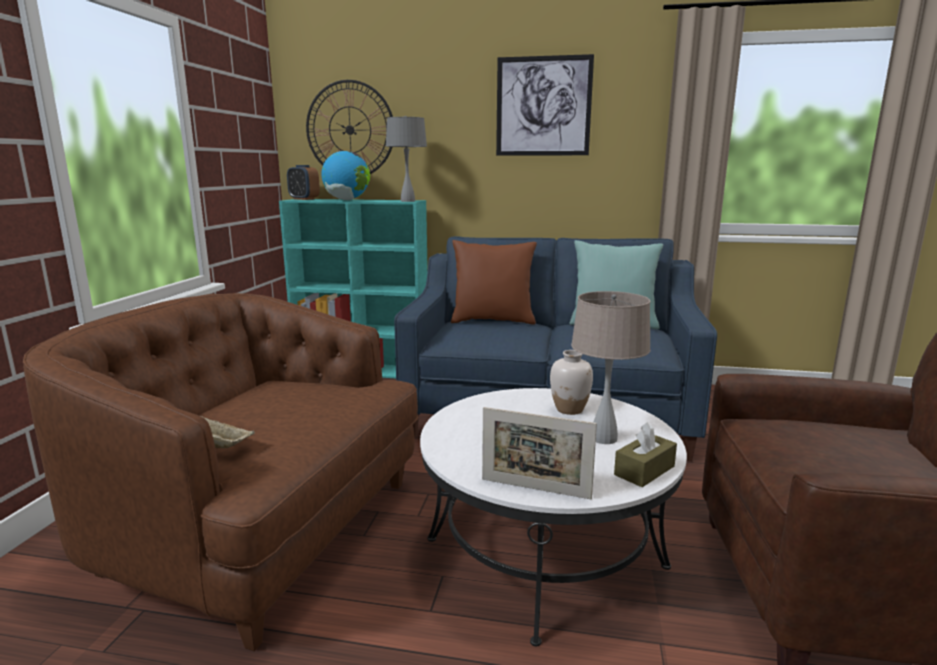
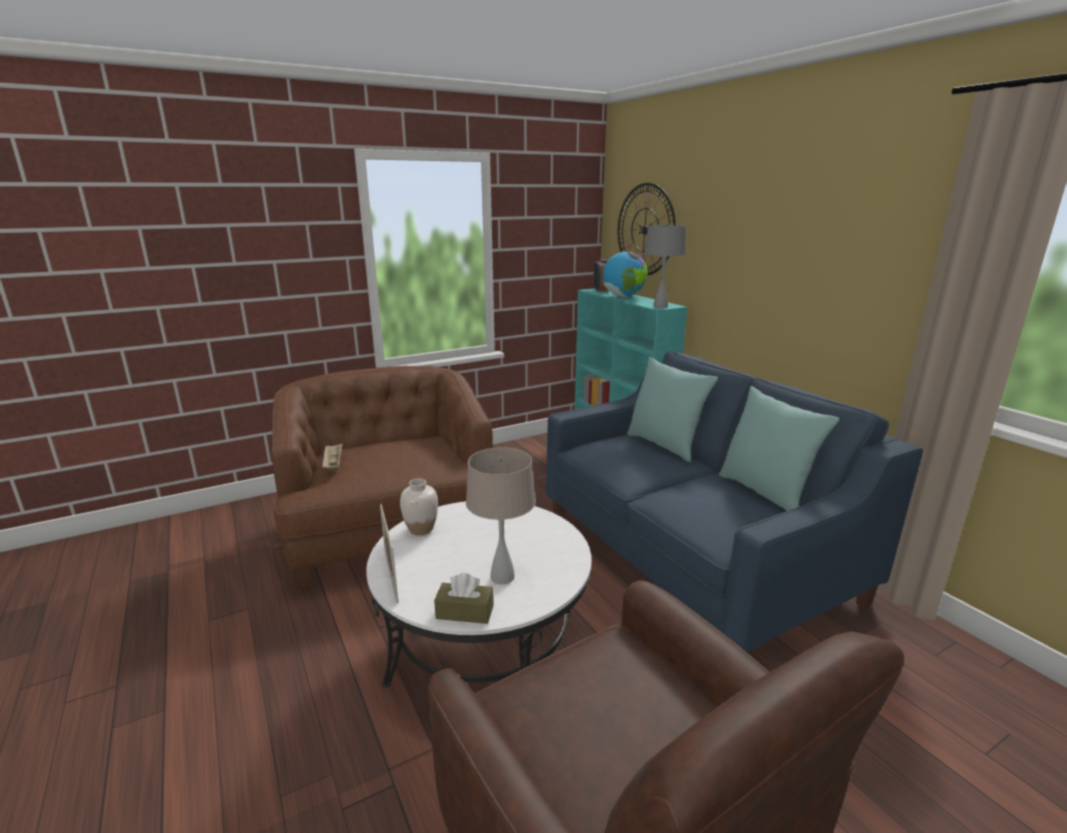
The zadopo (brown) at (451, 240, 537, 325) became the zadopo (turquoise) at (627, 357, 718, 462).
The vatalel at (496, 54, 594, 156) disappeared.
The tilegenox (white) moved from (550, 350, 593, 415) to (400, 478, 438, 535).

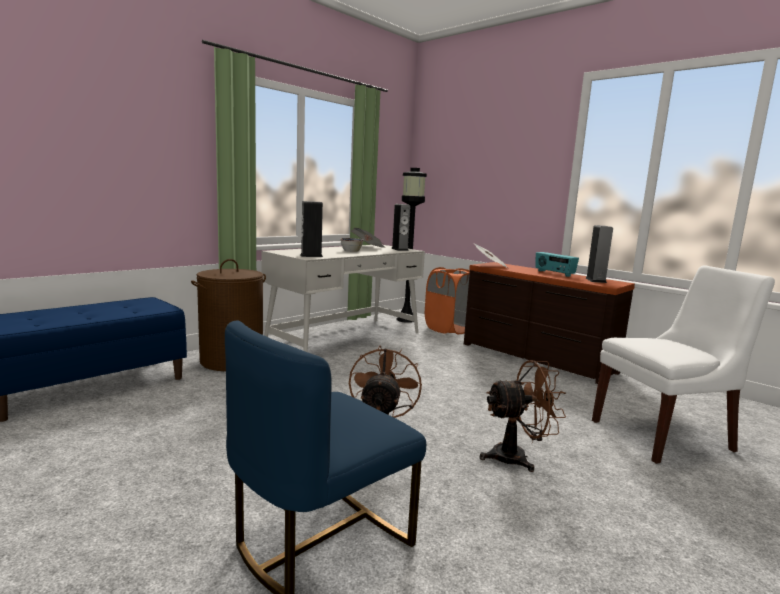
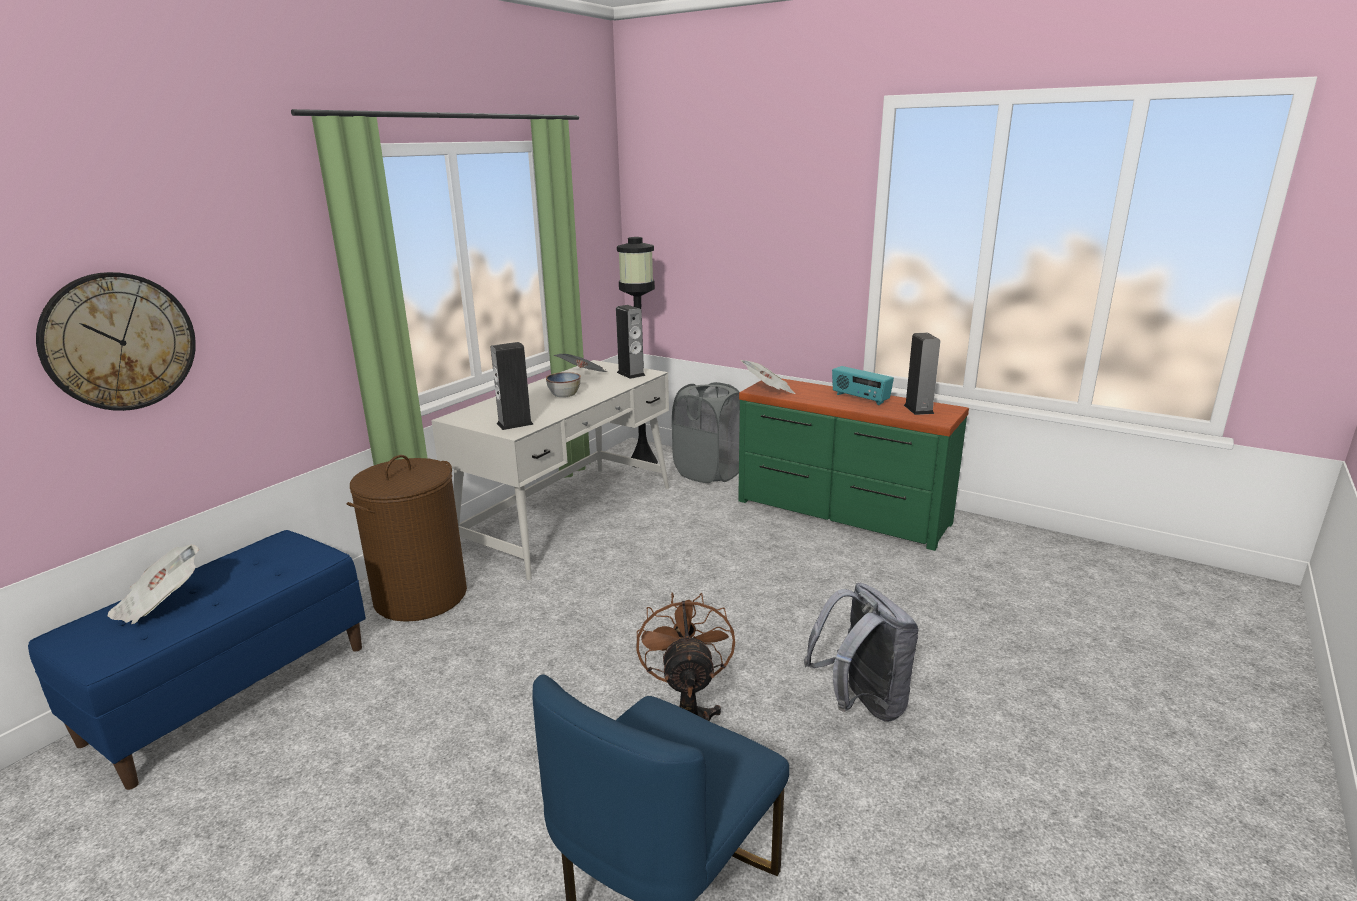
The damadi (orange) at (425, 267, 470, 334) became the damadi (grey) at (672, 382, 740, 483).
The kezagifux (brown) at (464, 262, 635, 384) became the kezagifux (green) at (738, 378, 969, 551).
The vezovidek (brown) at (479, 360, 566, 472) was replaced by the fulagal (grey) at (804, 583, 919, 722).
The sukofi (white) at (592, 265, 775, 464) disappeared.
The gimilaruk at (36, 272, 196, 411) appeared.
The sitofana at (107, 545, 199, 624) appeared.

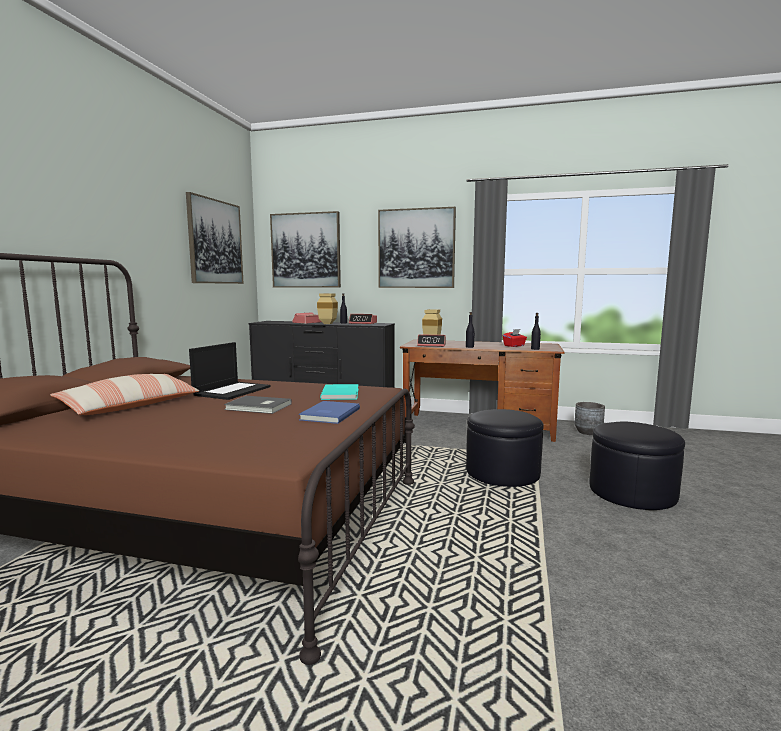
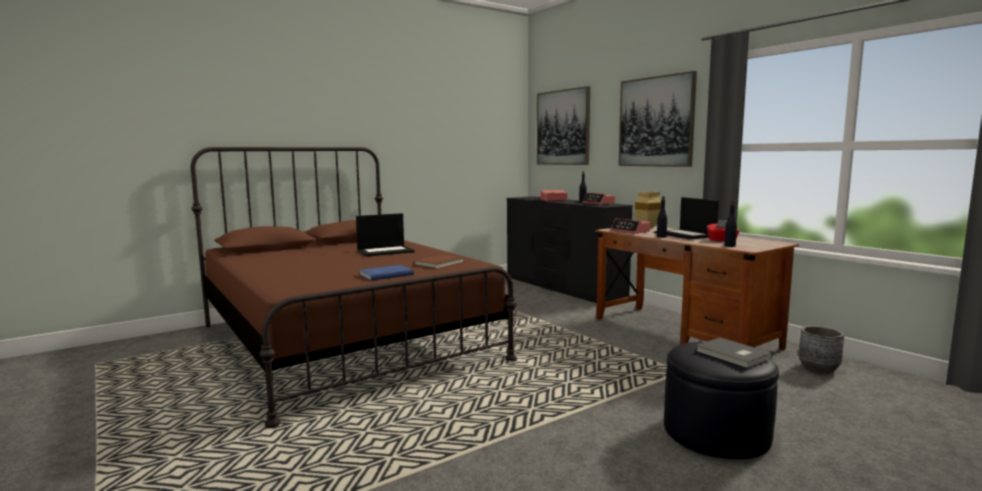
The zadopo at (50, 374, 199, 415) disappeared.
The vatalel at (186, 192, 244, 284) disappeared.
The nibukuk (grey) moved from (224, 396, 292, 414) to (696, 338, 772, 368).
The tilegenox (beige) at (317, 293, 338, 324) disappeared.
The nibukuk (turquoise) at (320, 384, 358, 400) became the nibukuk (brown) at (414, 255, 464, 269).
The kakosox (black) at (466, 409, 544, 487) disappeared.
The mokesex at (654, 197, 719, 239) appeared.

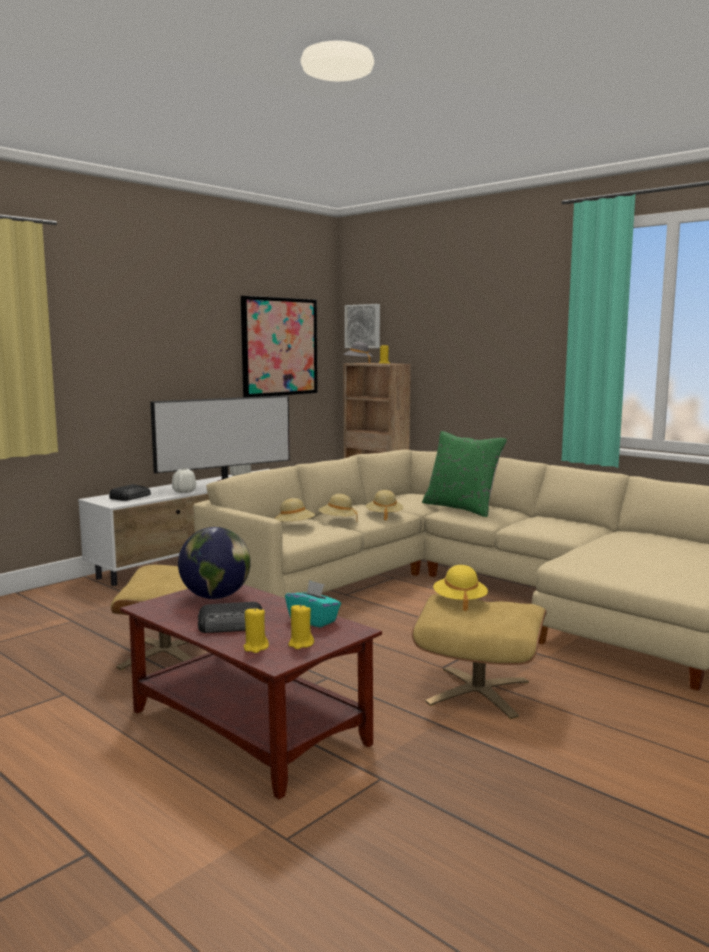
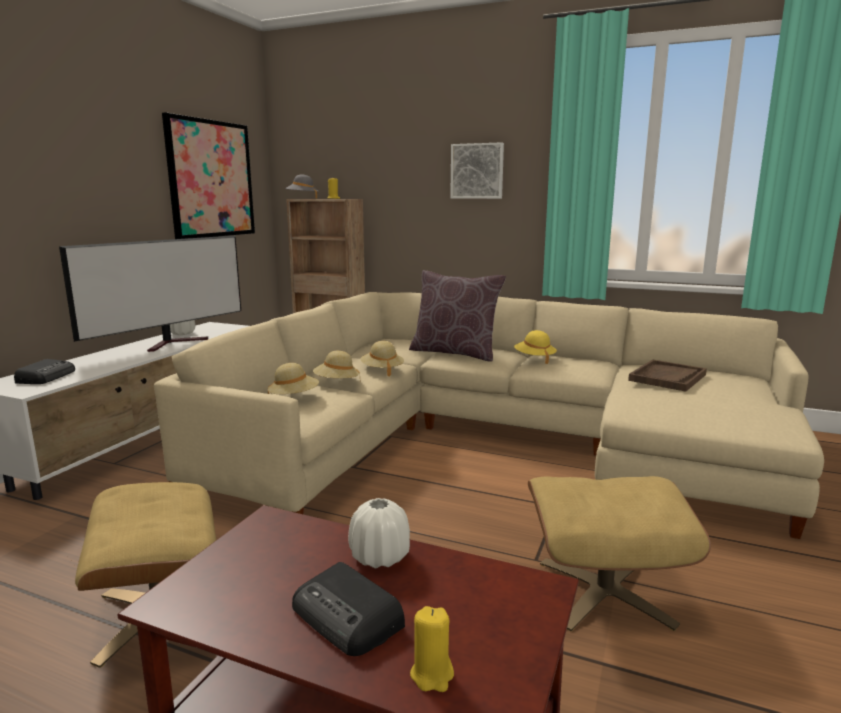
The tilegenox (white) moved from (172, 468, 196, 493) to (348, 498, 410, 569).
The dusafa at (178, 527, 251, 599) disappeared.
The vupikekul at (198, 602, 263, 633) turned 75 degrees clockwise.
The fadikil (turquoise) at (285, 580, 341, 628) disappeared.
The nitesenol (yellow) at (288, 604, 314, 649) disappeared.
The vatalel moved from (345, 304, 380, 348) to (450, 142, 504, 199).
The zadopo (green) at (422, 431, 507, 517) became the zadopo (brown) at (409, 270, 506, 362).
The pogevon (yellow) moved from (433, 565, 488, 611) to (514, 330, 557, 364).
The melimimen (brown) at (628, 360, 707, 392) appeared.

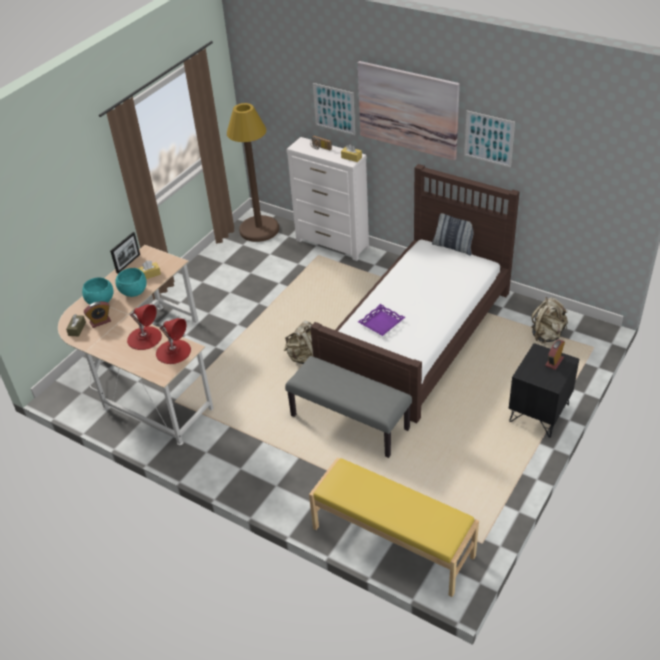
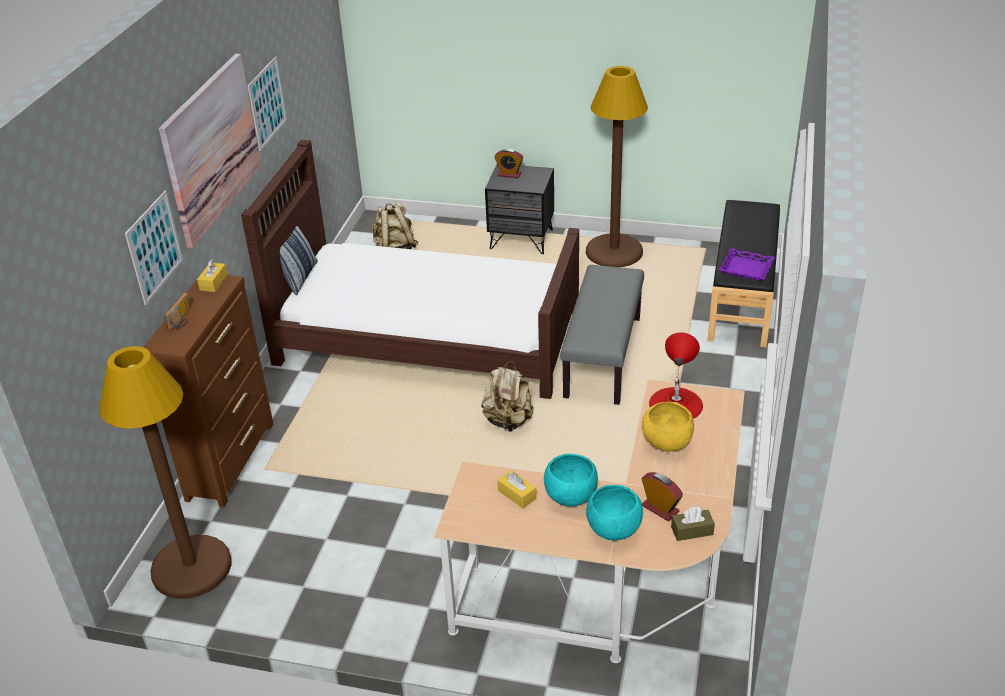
The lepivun at (110, 232, 140, 273) disappeared.
The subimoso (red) at (127, 304, 162, 350) was replaced by the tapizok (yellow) at (642, 402, 694, 452).
The kezagifux (white) at (286, 137, 369, 261) became the kezagifux (brown) at (144, 275, 273, 508).
The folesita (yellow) at (309, 458, 479, 597) became the folesita (black) at (707, 200, 781, 347).
The melimimen (purple) moved from (358, 304, 405, 336) to (719, 248, 775, 281).
The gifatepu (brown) at (586, 66, 648, 267) appeared.

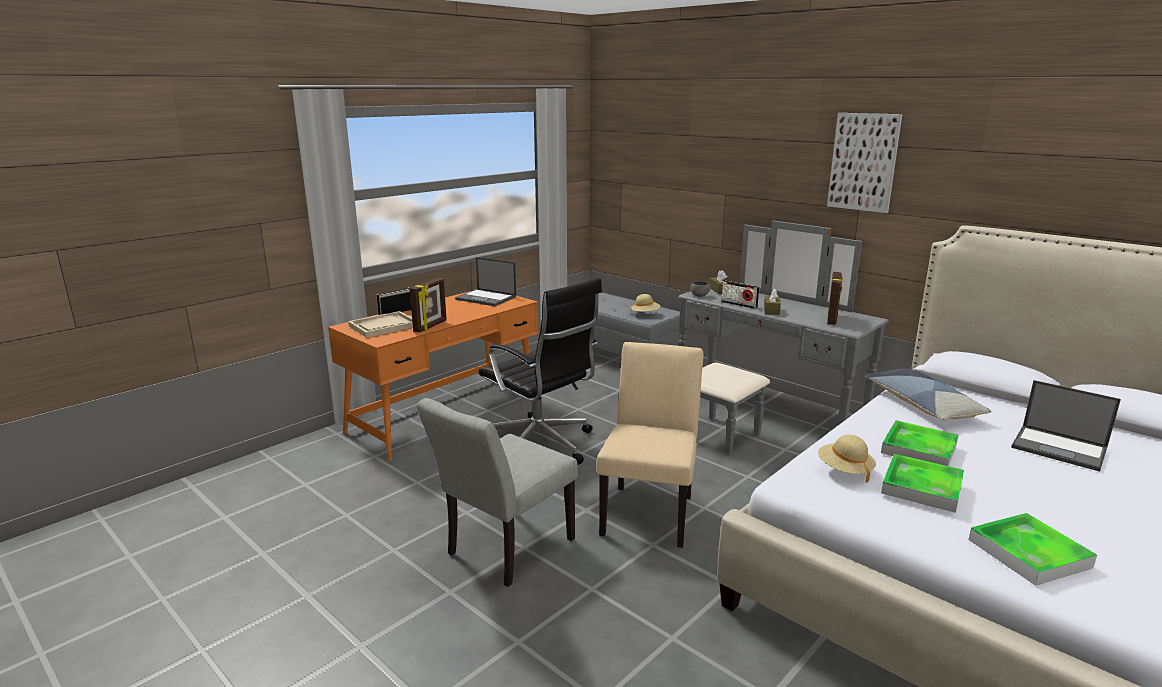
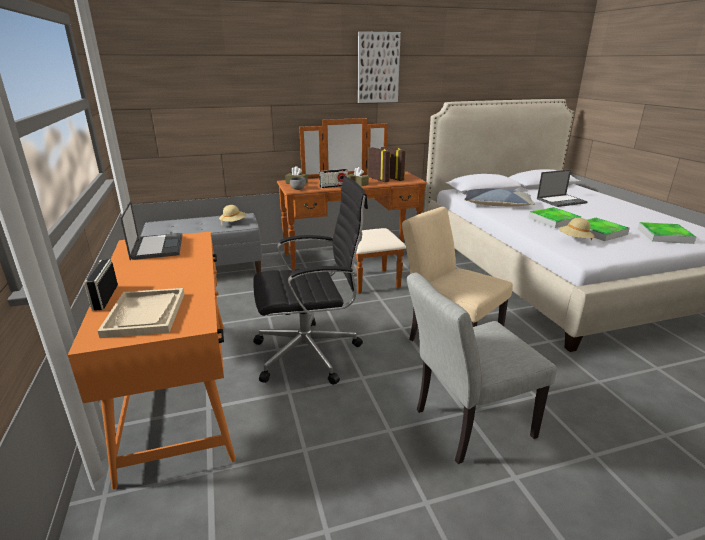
The lepivun moved from (410, 278, 447, 333) to (368, 147, 391, 182).
The sukofi (grey) at (417, 398, 578, 587) turned 90 degrees clockwise.
The mokesex at (455, 257, 517, 306) turned 75 degrees counterclockwise.
The kezagifux (grey) at (678, 221, 889, 455) became the kezagifux (brown) at (277, 118, 427, 294).

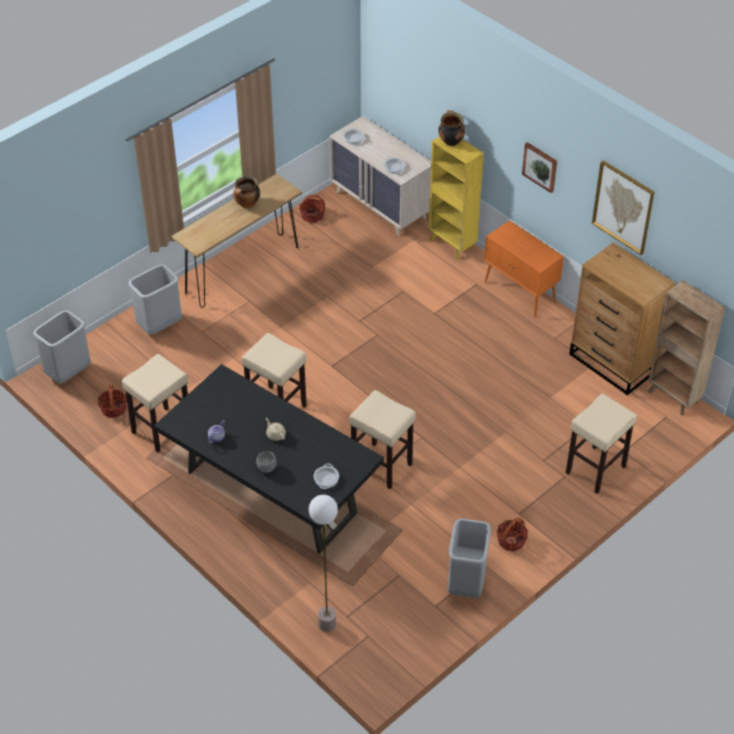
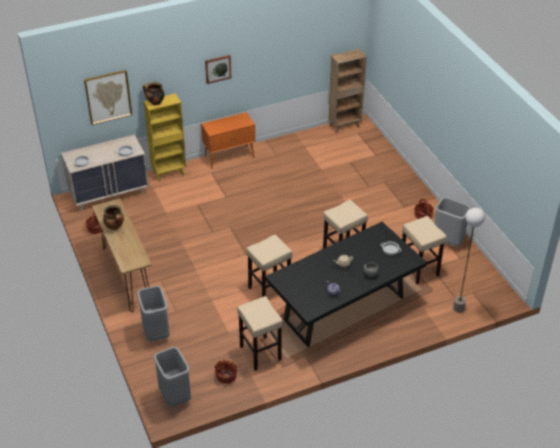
The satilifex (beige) moved from (566, 393, 637, 494) to (402, 216, 447, 284).
The kezagifux (brown) at (569, 243, 675, 396) disappeared.
The vatalel moved from (592, 161, 654, 255) to (84, 70, 132, 125).

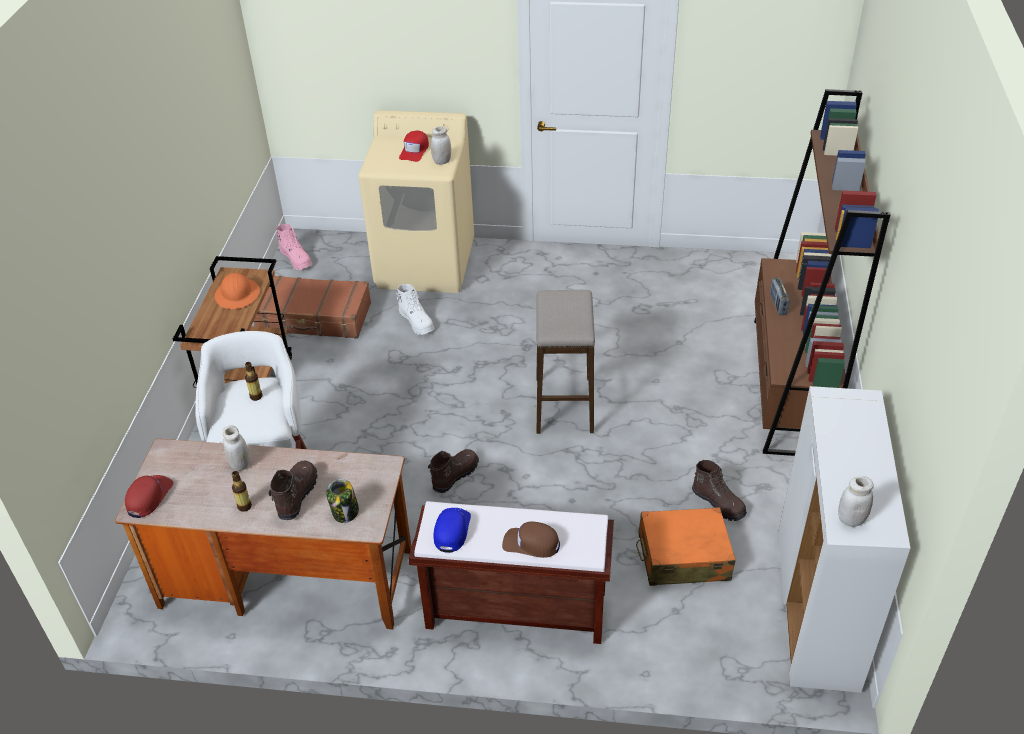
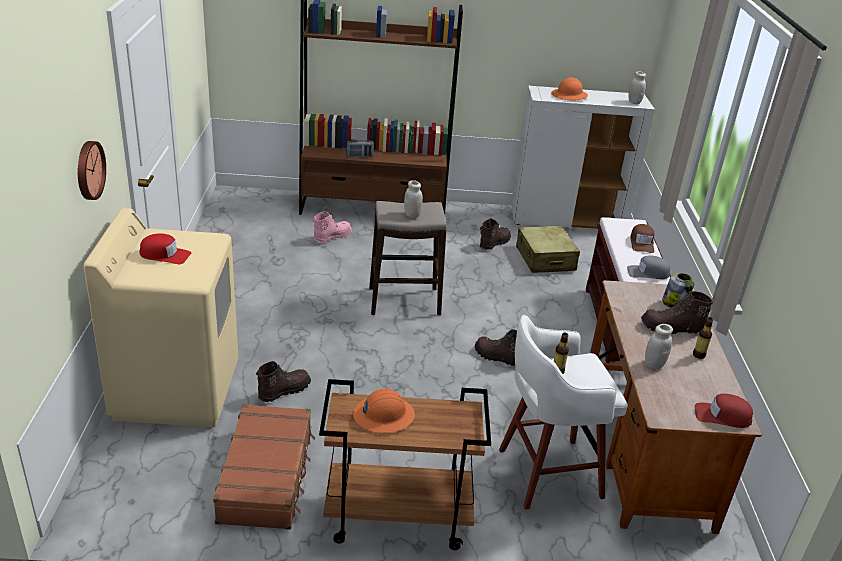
The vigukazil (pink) moved from (275, 224, 312, 270) to (313, 211, 352, 243).
The vigukazil (white) at (396, 284, 434, 335) became the vigukazil (brown) at (256, 361, 311, 402).
The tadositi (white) moved from (431, 126, 451, 165) to (404, 180, 423, 218).
The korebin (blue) at (433, 508, 471, 553) became the korebin (grey) at (627, 256, 670, 279).
The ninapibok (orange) at (636, 507, 736, 586) became the ninapibok (beige) at (516, 225, 580, 273).
The gimilaruk at (78, 141, 106, 200) appeared.
The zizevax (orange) at (551, 78, 588, 101) appeared.

